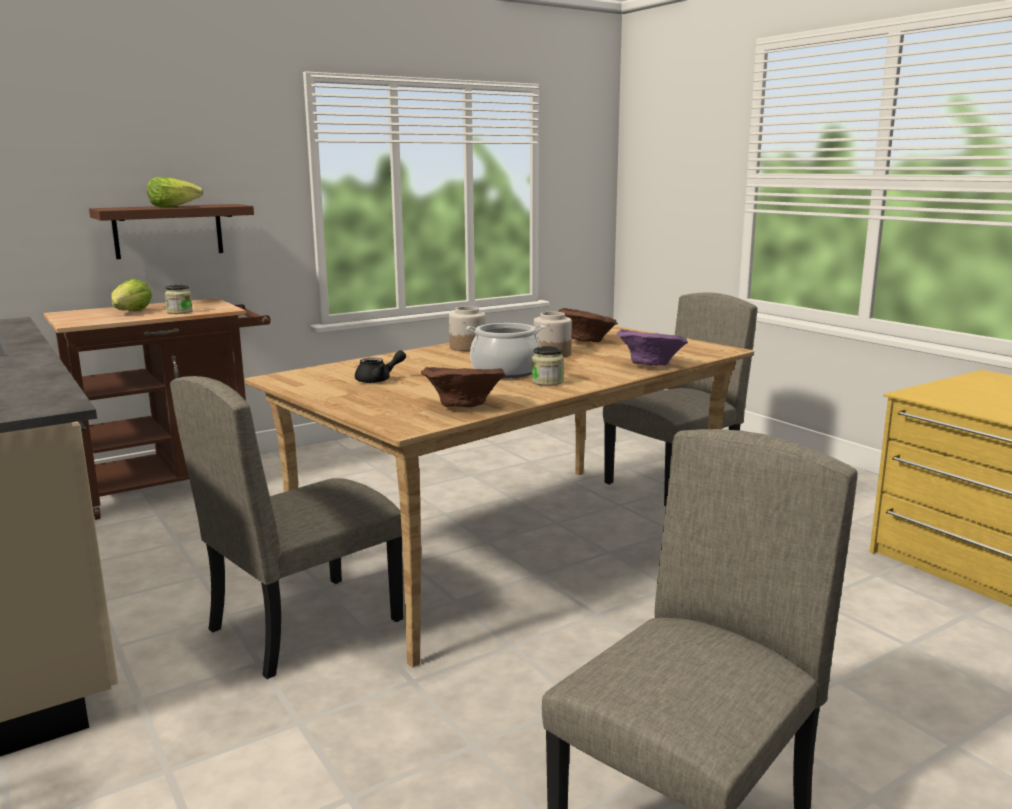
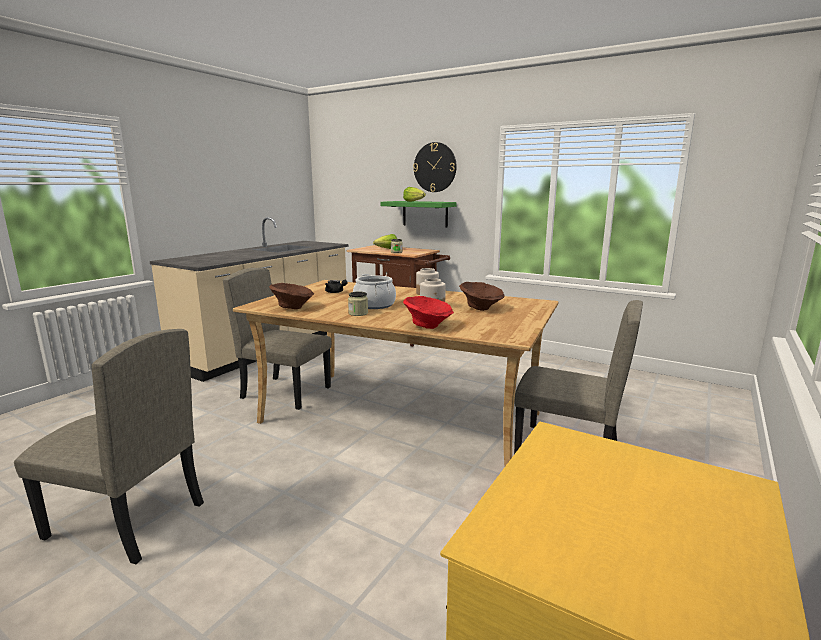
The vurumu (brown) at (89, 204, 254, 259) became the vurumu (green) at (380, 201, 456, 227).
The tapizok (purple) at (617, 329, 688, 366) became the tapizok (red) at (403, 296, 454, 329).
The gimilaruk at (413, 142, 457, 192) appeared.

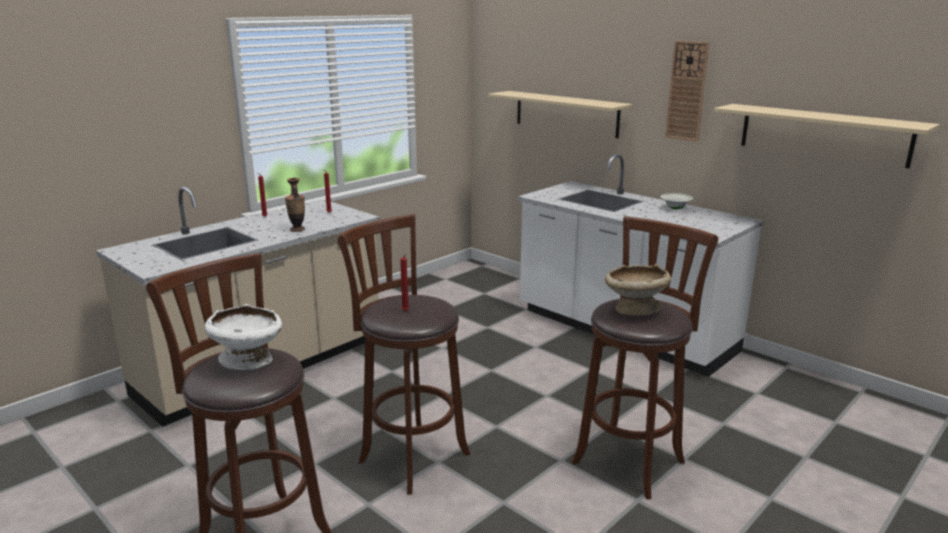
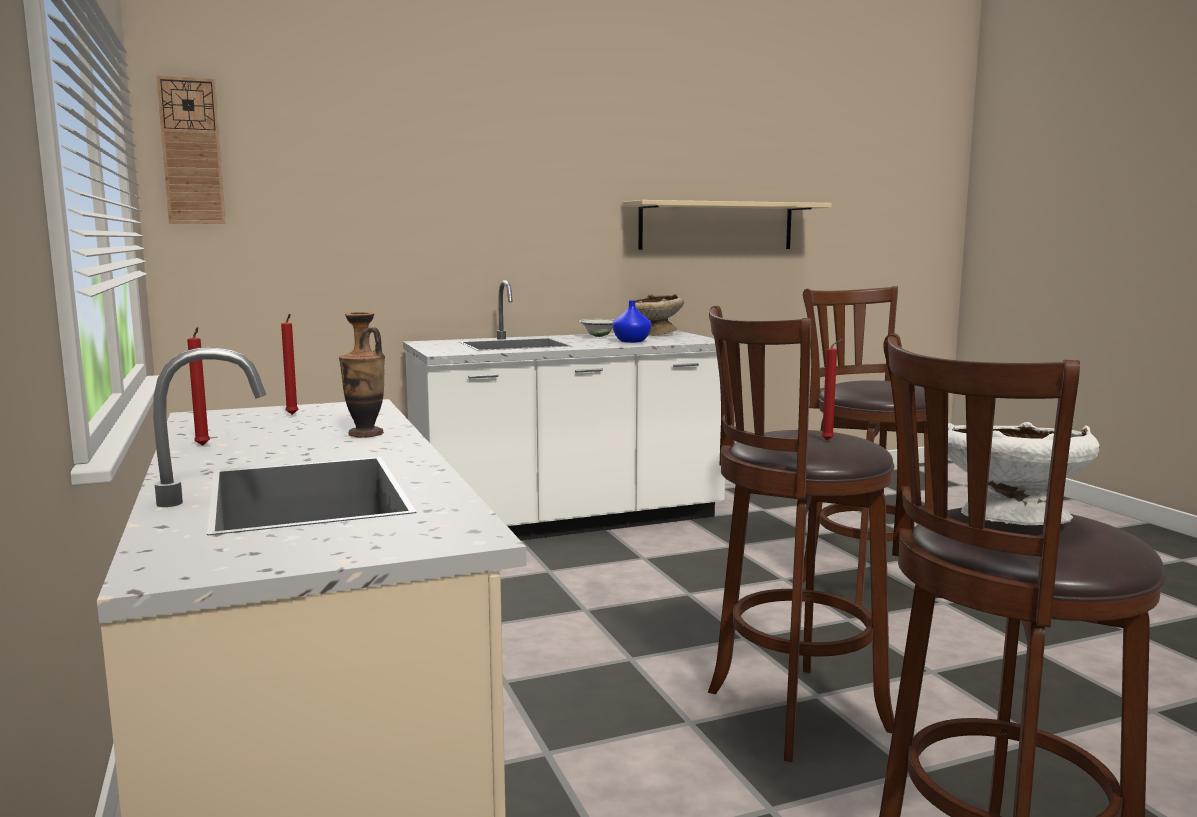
The vurumu (beige) at (488, 91, 632, 138) disappeared.
The tapizok (beige) moved from (605, 264, 671, 316) to (632, 294, 684, 336).
The gimilaruk moved from (665, 41, 710, 142) to (156, 75, 226, 224).
The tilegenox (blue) at (612, 300, 652, 343) appeared.

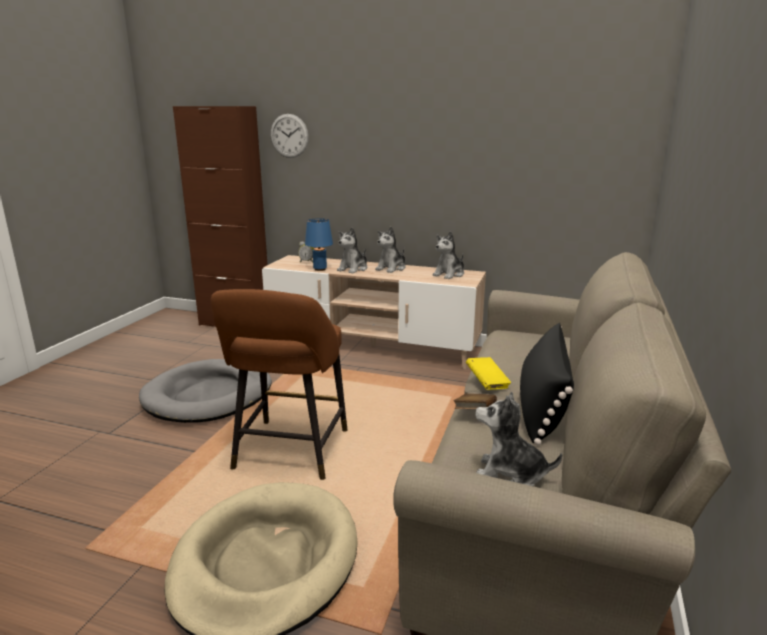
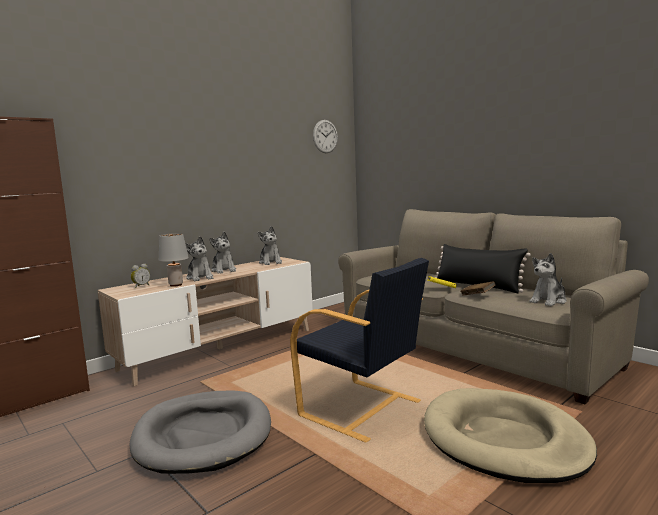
The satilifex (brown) at (211, 289, 347, 480) was replaced by the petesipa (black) at (290, 258, 429, 443).
The gimilaruk moved from (270, 114, 309, 158) to (313, 120, 338, 153).
The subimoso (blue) at (305, 218, 333, 271) became the subimoso (grey) at (159, 233, 189, 287).

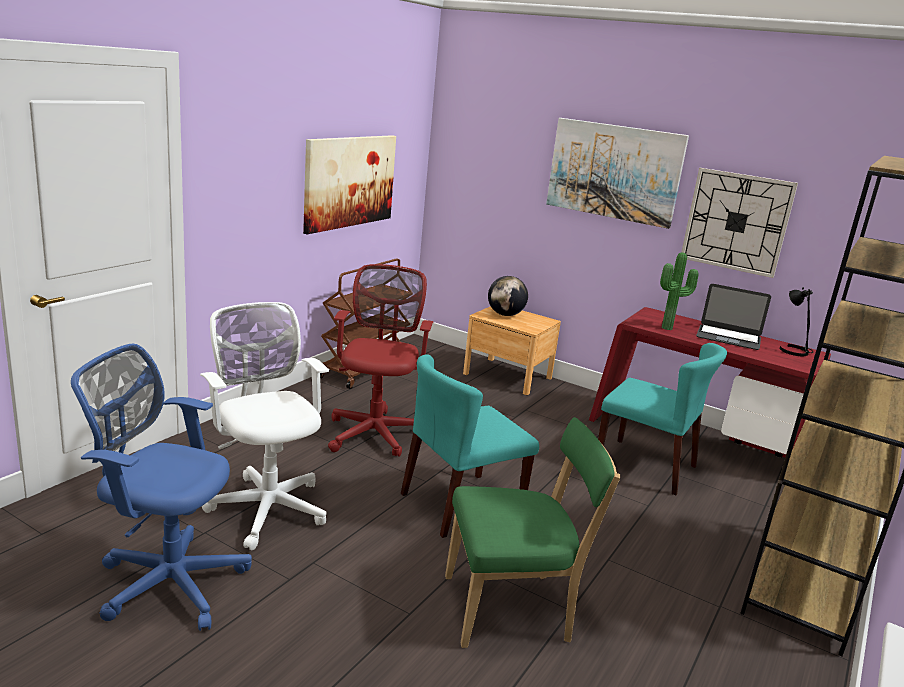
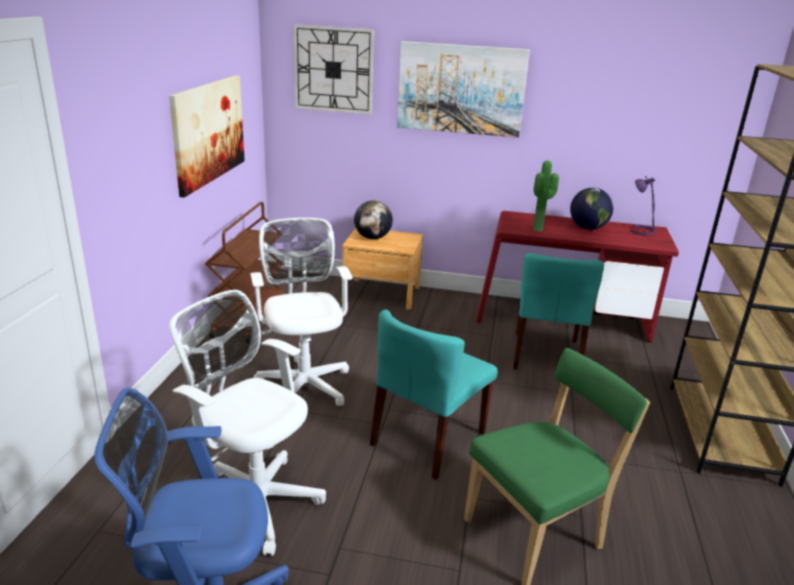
The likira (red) at (328, 264, 433, 457) became the likira (white) at (250, 218, 353, 406).
The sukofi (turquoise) at (598, 343, 727, 495) turned 90 degrees clockwise.
The gimilaruk moved from (682, 168, 798, 278) to (293, 24, 374, 115).
The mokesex at (696, 284, 771, 350) was replaced by the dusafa at (570, 188, 613, 230).
The subimoso (black) at (779, 287, 813, 356) became the subimoso (purple) at (631, 176, 657, 236).

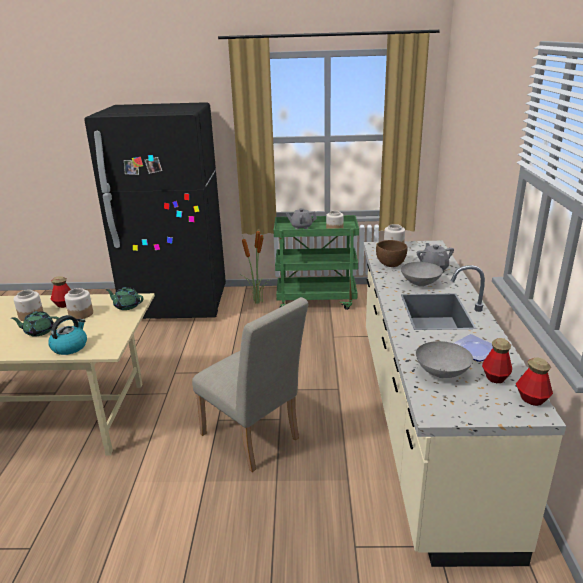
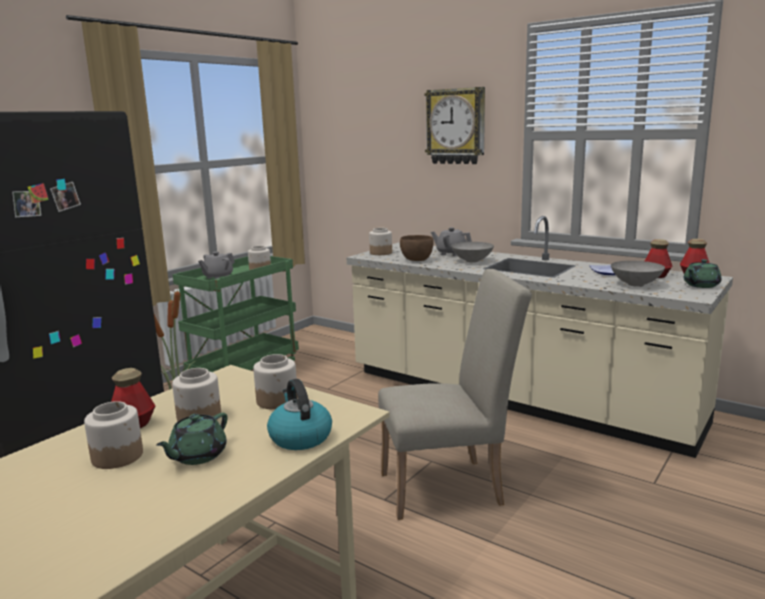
The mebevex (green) moved from (106, 287, 143, 310) to (684, 259, 722, 288).
The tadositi at (253, 354, 298, 409) appeared.
The gimilaruk at (425, 87, 485, 164) appeared.

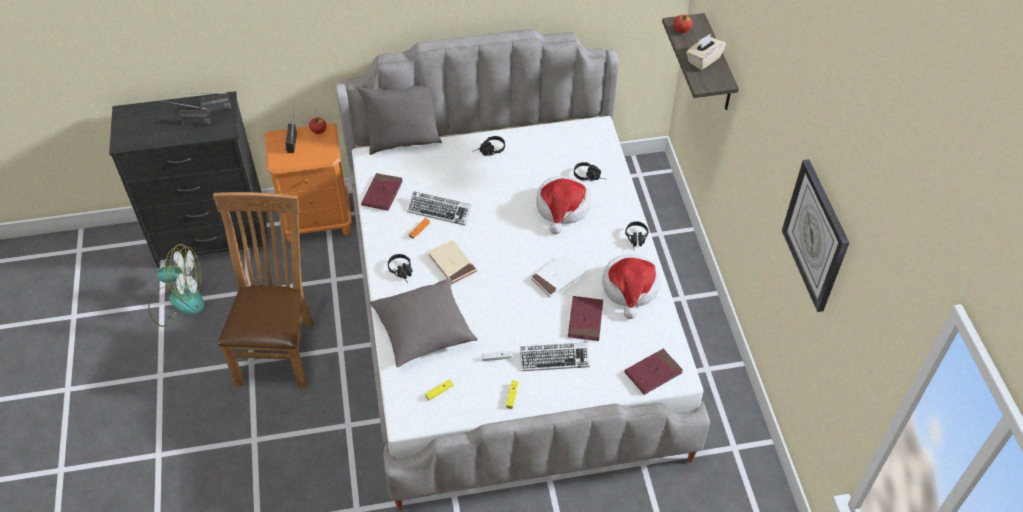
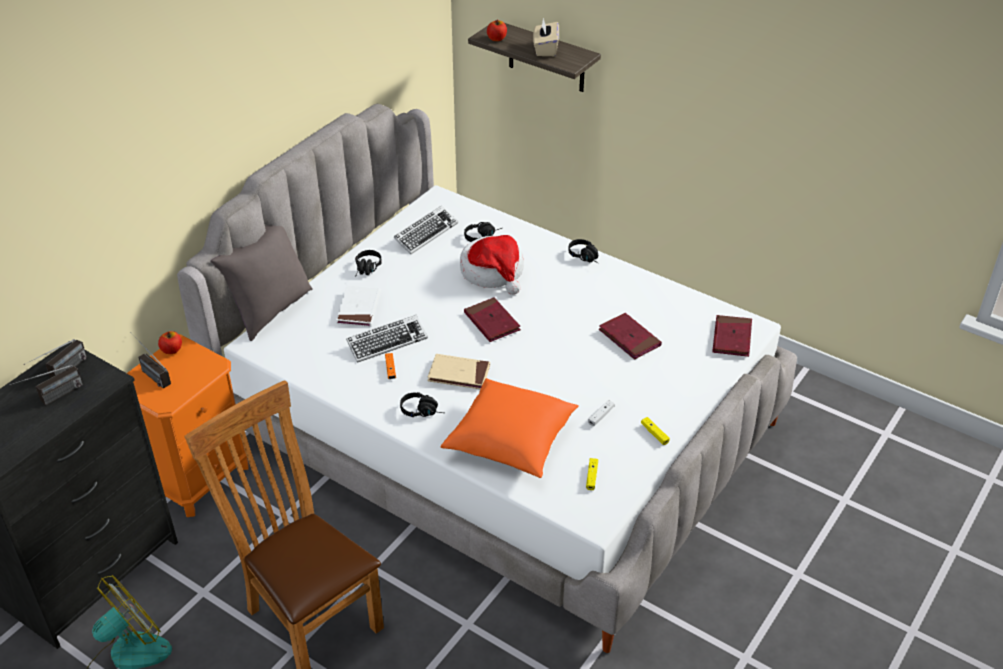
The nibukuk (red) moved from (361, 173, 403, 211) to (464, 297, 521, 342).
The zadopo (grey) at (369, 279, 478, 367) became the zadopo (orange) at (440, 378, 579, 478).
The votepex moved from (520, 342, 590, 371) to (393, 206, 458, 254).
The nibukuk (white) moved from (531, 253, 585, 298) to (336, 285, 381, 327).
The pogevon at (602, 254, 661, 319) disappeared.
The gimilaruk at (782, 159, 849, 312) disappeared.

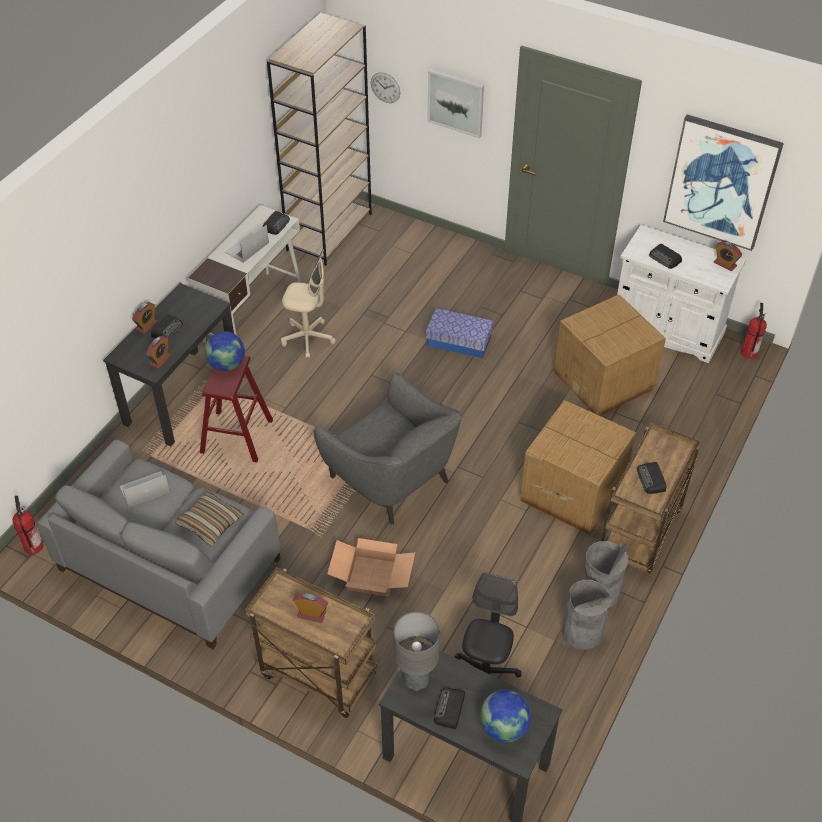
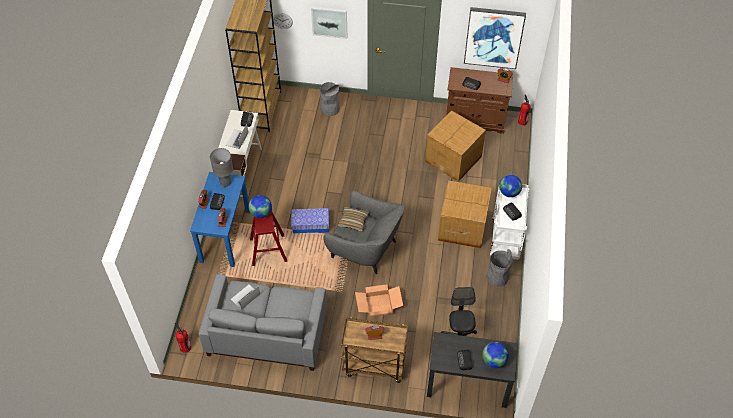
The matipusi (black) at (103, 283, 234, 446) became the matipusi (blue) at (190, 172, 250, 267).
The zadopo moved from (175, 491, 244, 546) to (338, 206, 369, 232).
The likira (beige) at (281, 249, 336, 358) disappeared.
The subimoso (grey) moved from (394, 612, 440, 691) to (210, 148, 233, 187).
The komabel moved from (426, 308, 493, 358) to (291, 208, 329, 233).
The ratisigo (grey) moved from (562, 580, 612, 650) to (320, 82, 340, 116).
The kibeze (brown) at (601, 423, 700, 573) became the kibeze (white) at (490, 184, 530, 260).
The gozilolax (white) at (617, 225, 746, 363) became the gozilolax (brown) at (445, 67, 513, 134).
The dusafa at (499, 175, 522, 197) appeared.

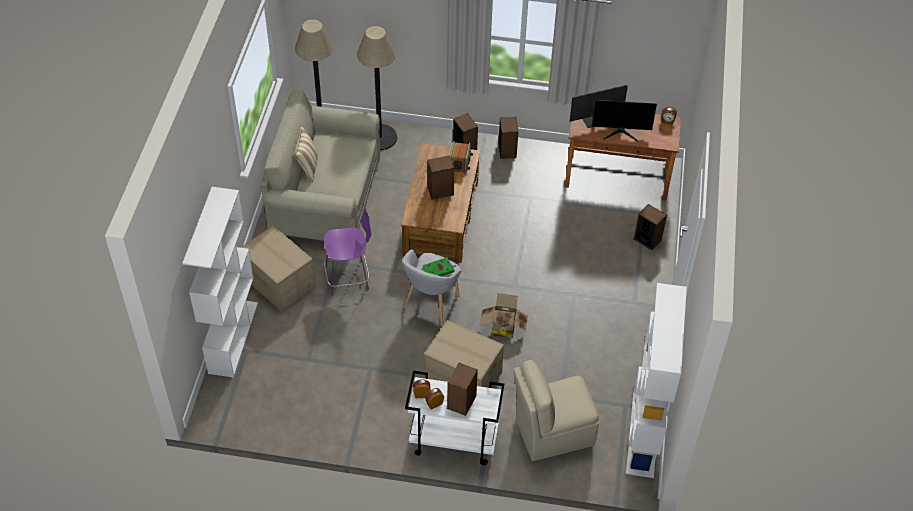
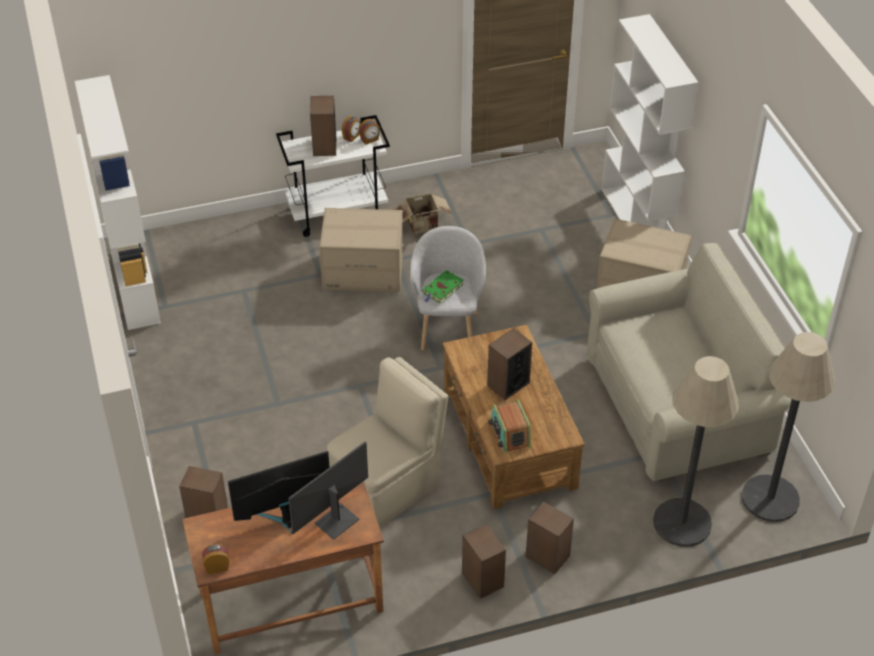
The zadopo (beige) at (294, 127, 318, 182) disappeared.
The sukofi (purple) at (324, 208, 371, 296) disappeared.
The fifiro moved from (480, 293, 528, 338) to (392, 194, 453, 235).
The sukofi (beige) moved from (513, 360, 599, 461) to (327, 357, 448, 528).

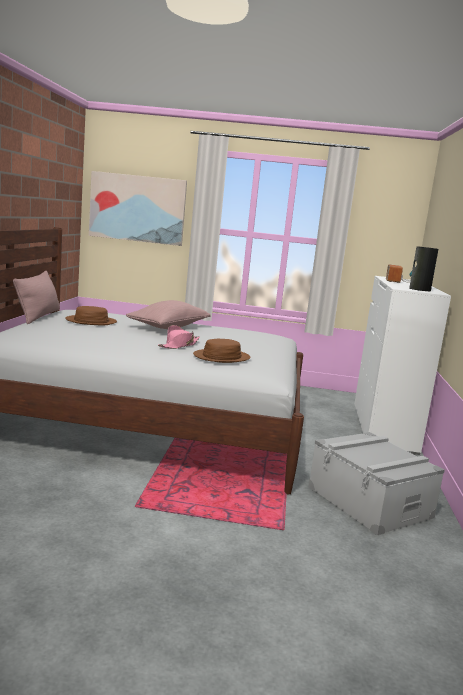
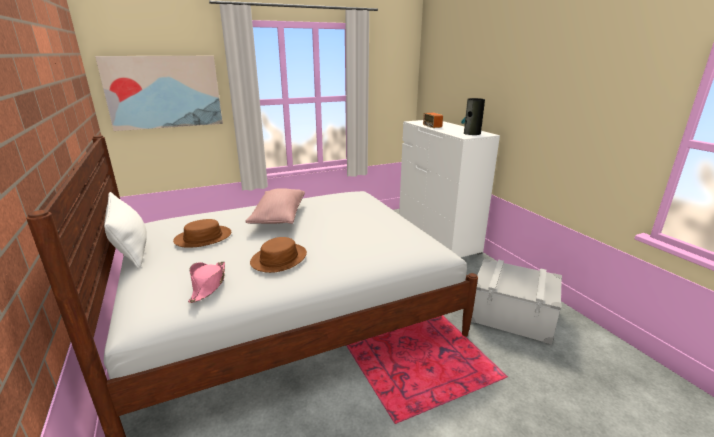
The zadopo (pink) at (13, 271, 60, 324) became the zadopo (white) at (104, 192, 147, 269).
The pogevon (pink) moved from (158, 325, 200, 349) to (188, 262, 225, 303).
The pogevon (brown) moved from (193, 339, 250, 363) to (250, 237, 307, 273).

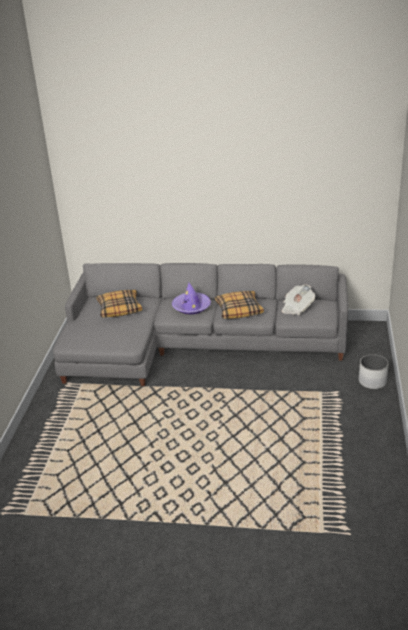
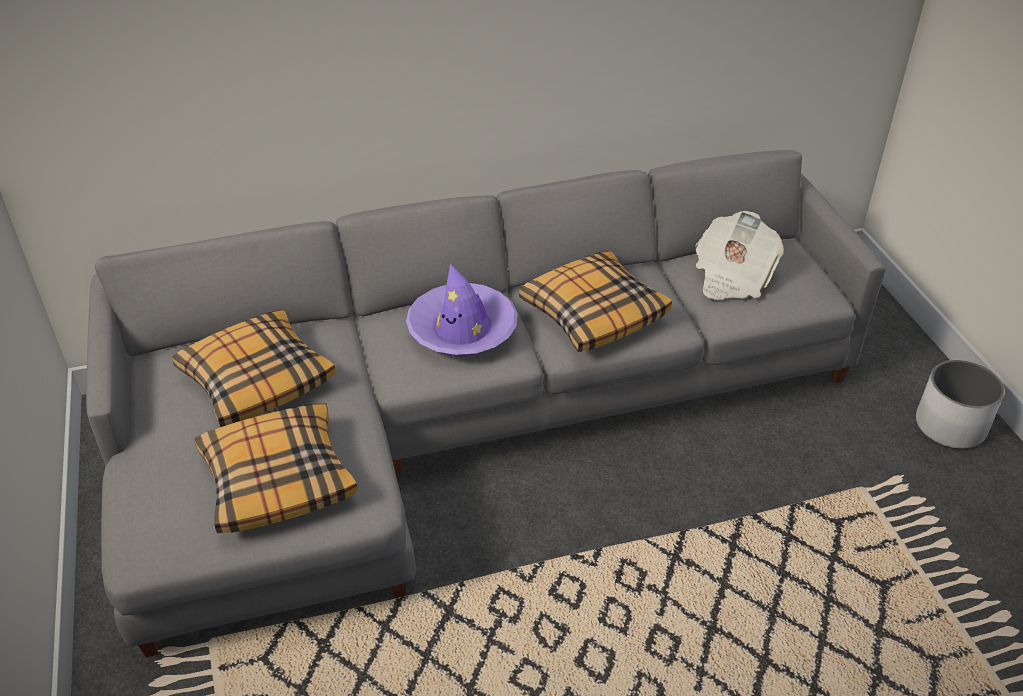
The zadopo at (194, 403, 358, 533) appeared.

